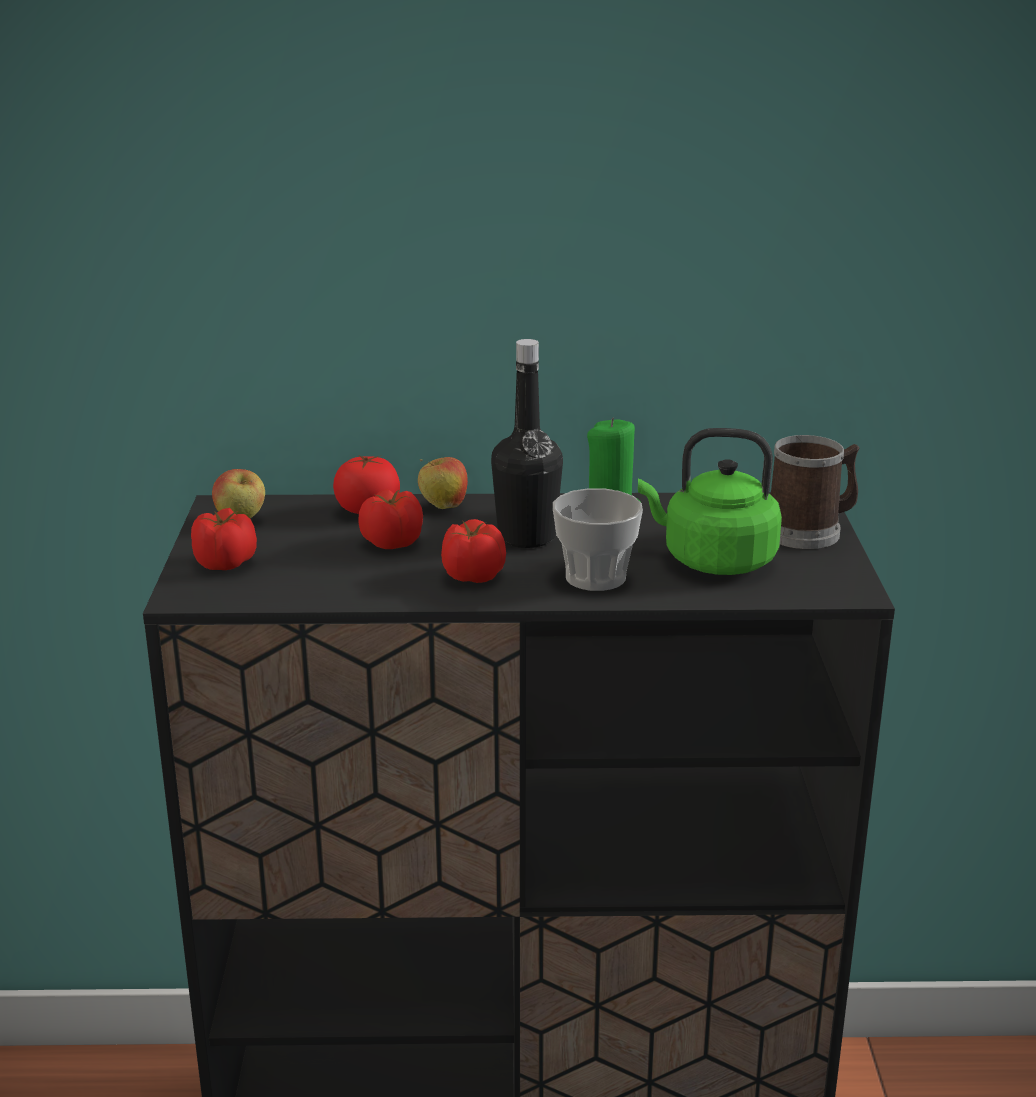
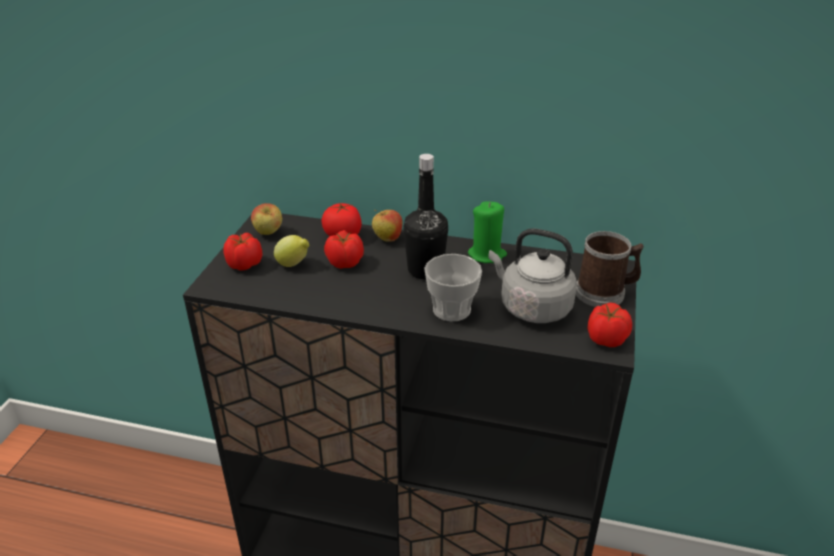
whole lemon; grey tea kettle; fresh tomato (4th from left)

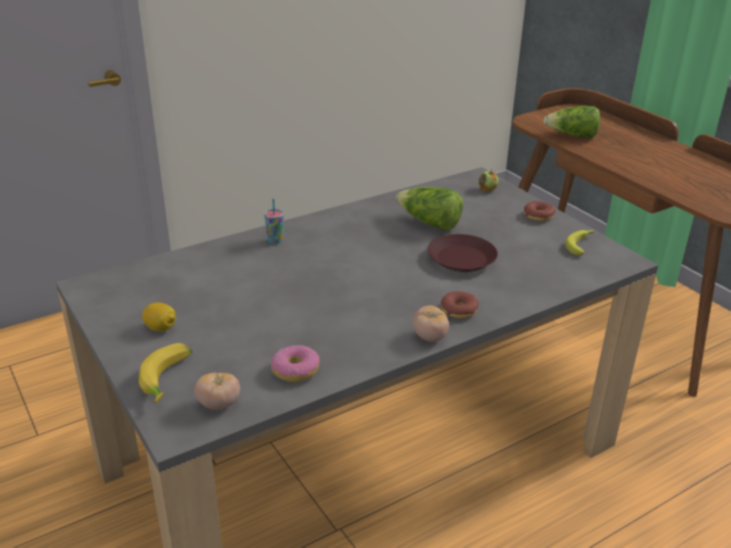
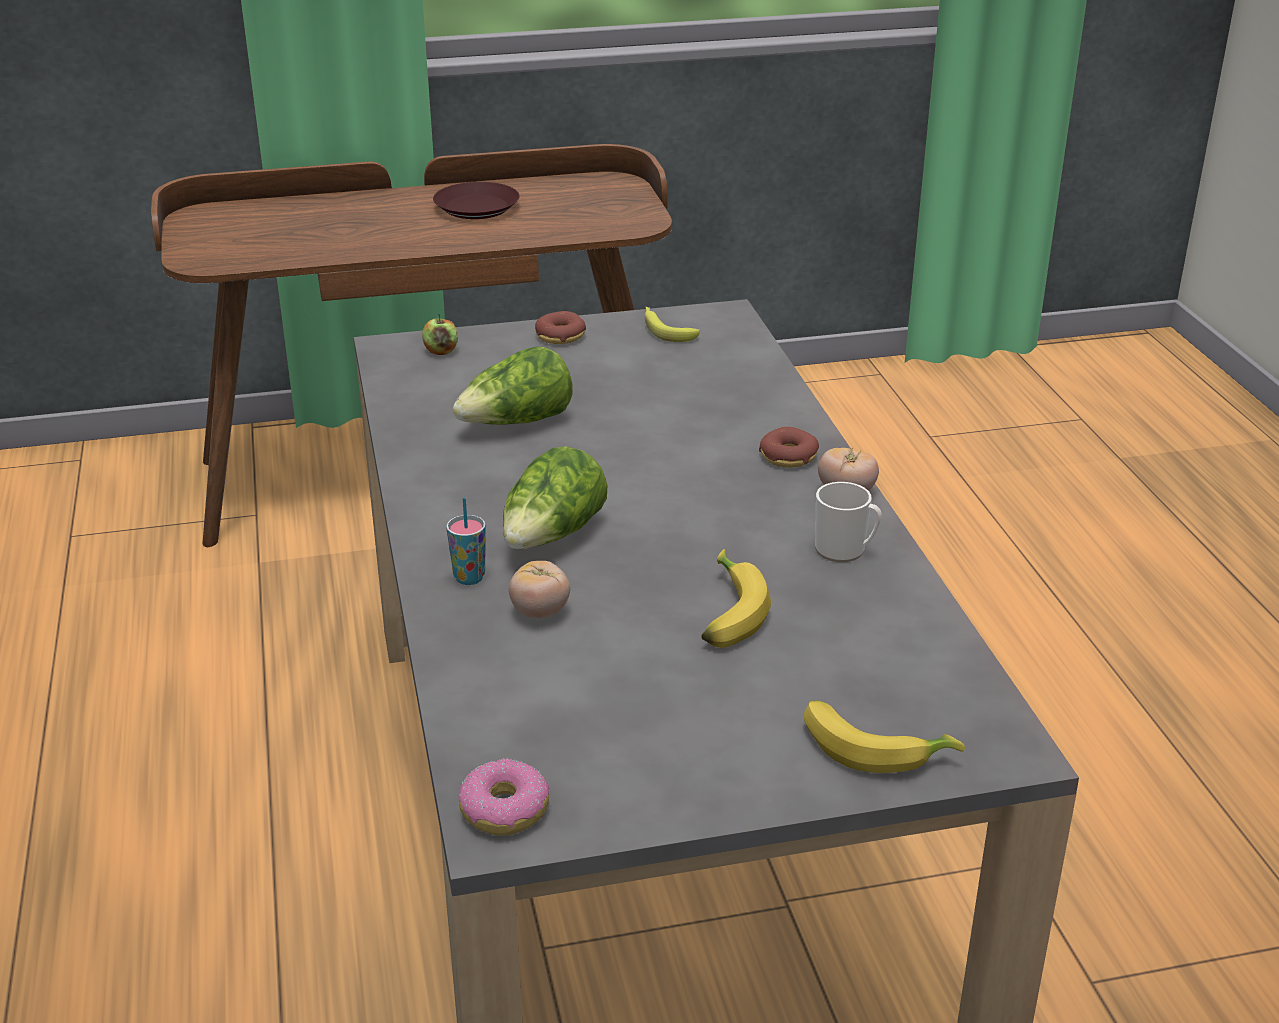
brown flat dish; ring doughnut (1st from left); head of lettuce (2nd from left); fresh tomato (1st from left); whole banana (2nd from left); coffee mug; whole lemon

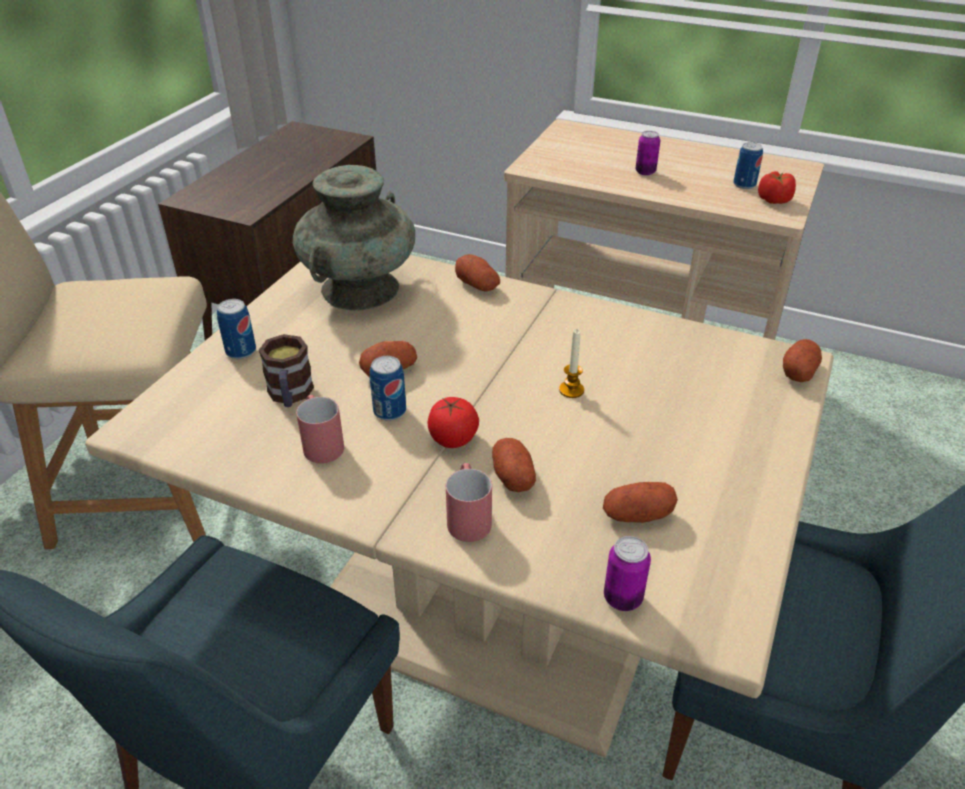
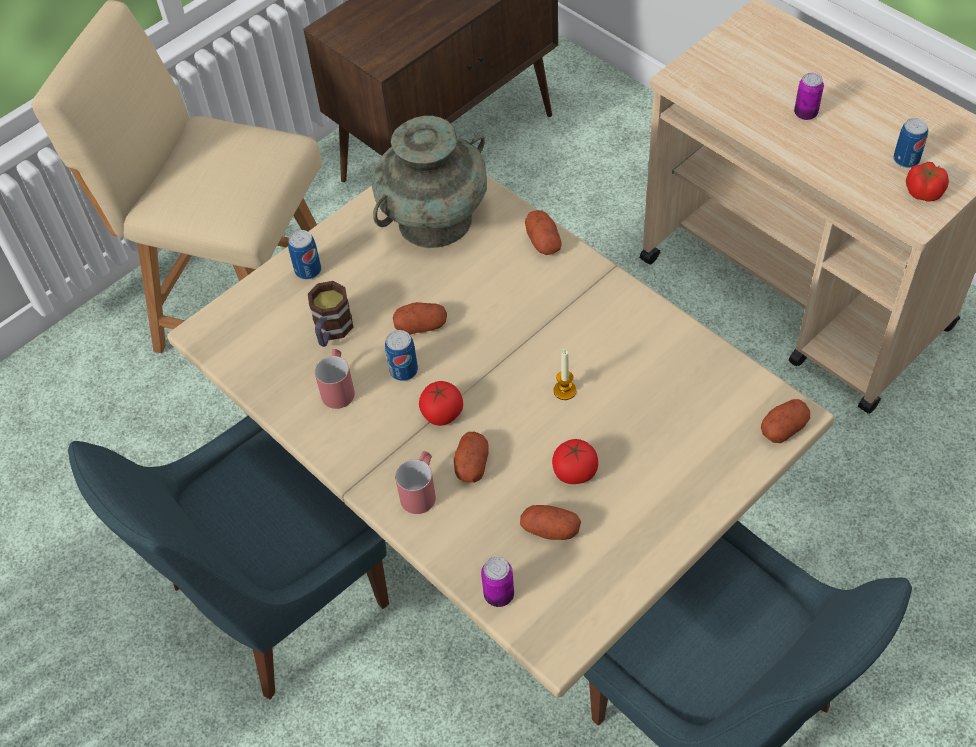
fresh tomato (2nd from left)

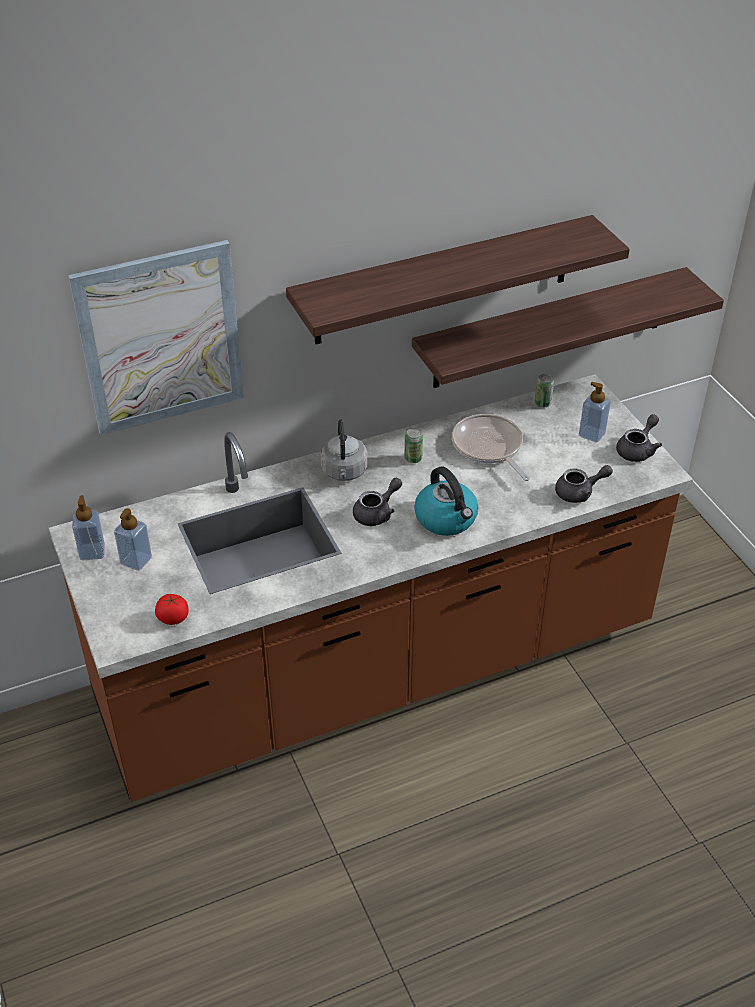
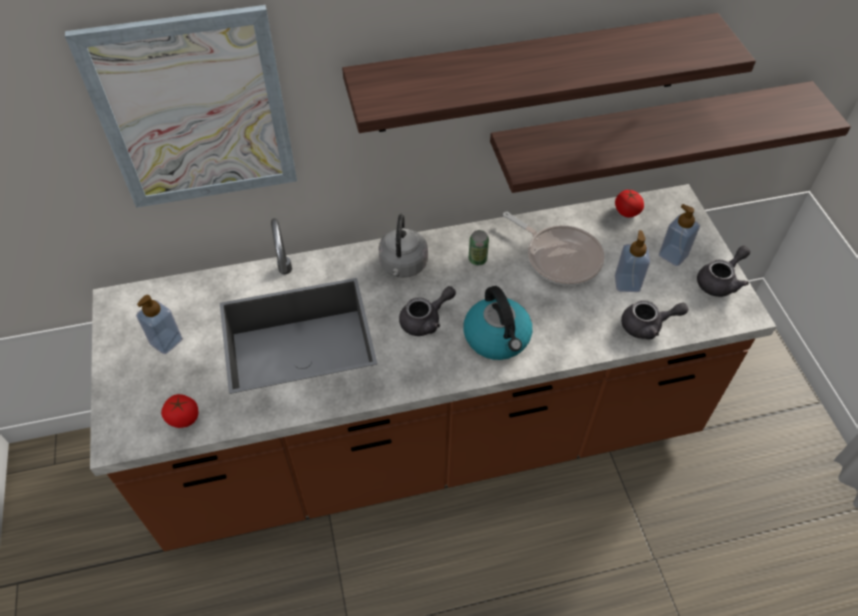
frying pan; fresh tomato (2nd from left); soap dispenser (2nd from left)

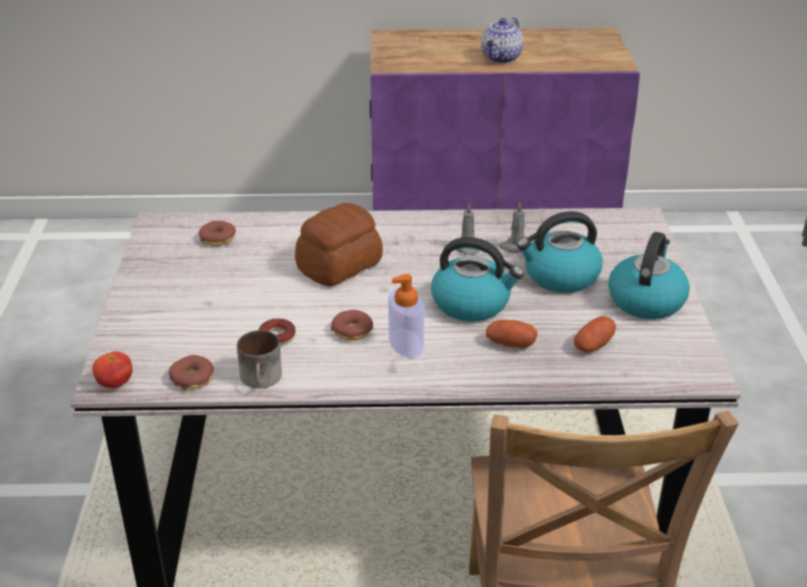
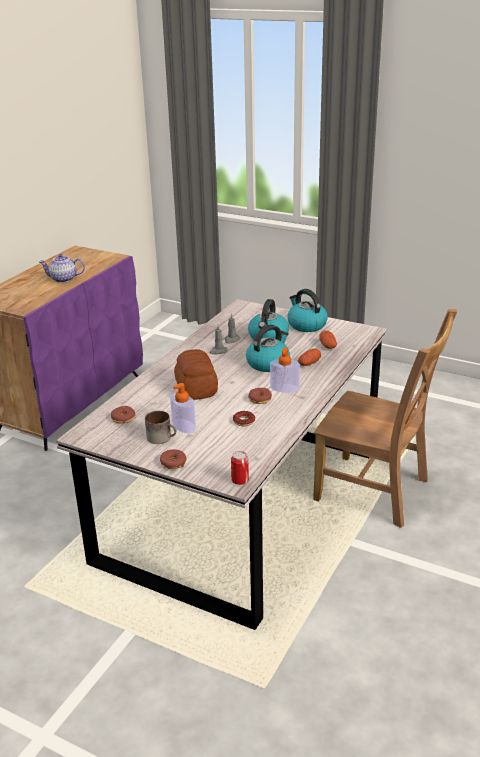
tea pot; coffee mug; ring doughnut (2nd from left); soap dispenser (1st from left); can

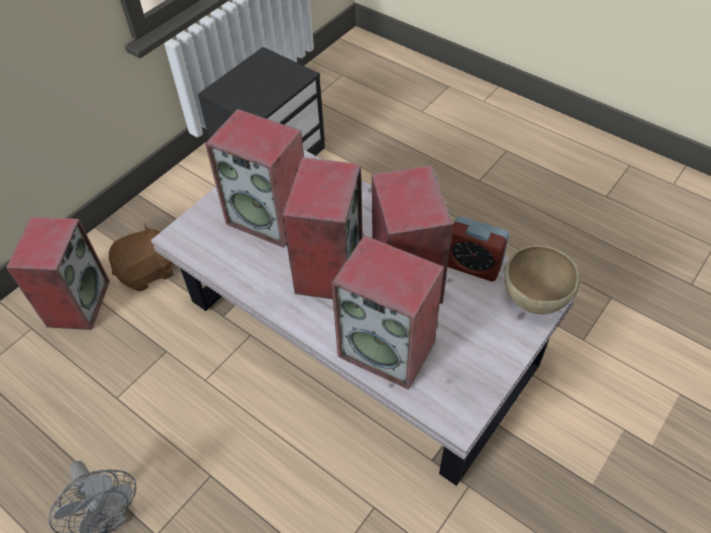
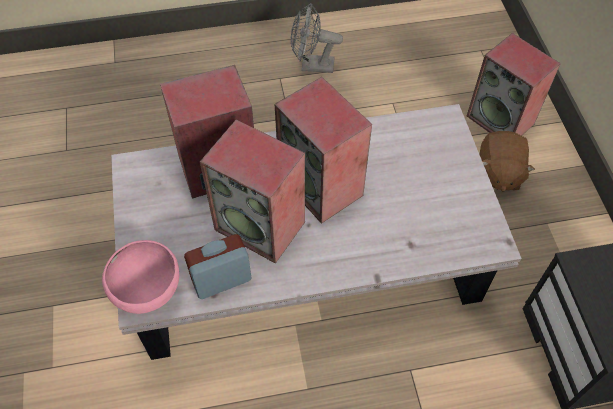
pink bowl; loudspeaker (2nd from left in the first image)

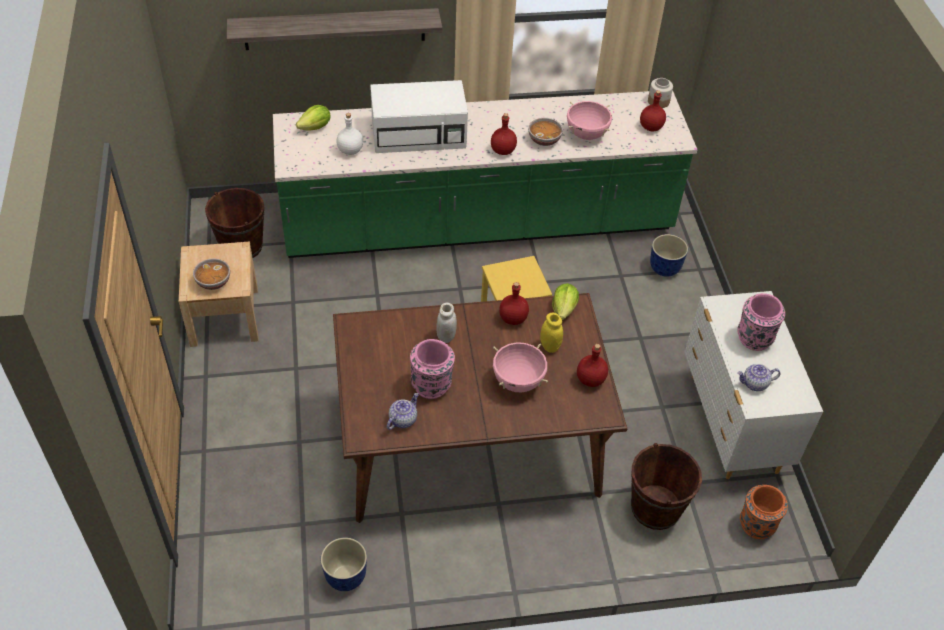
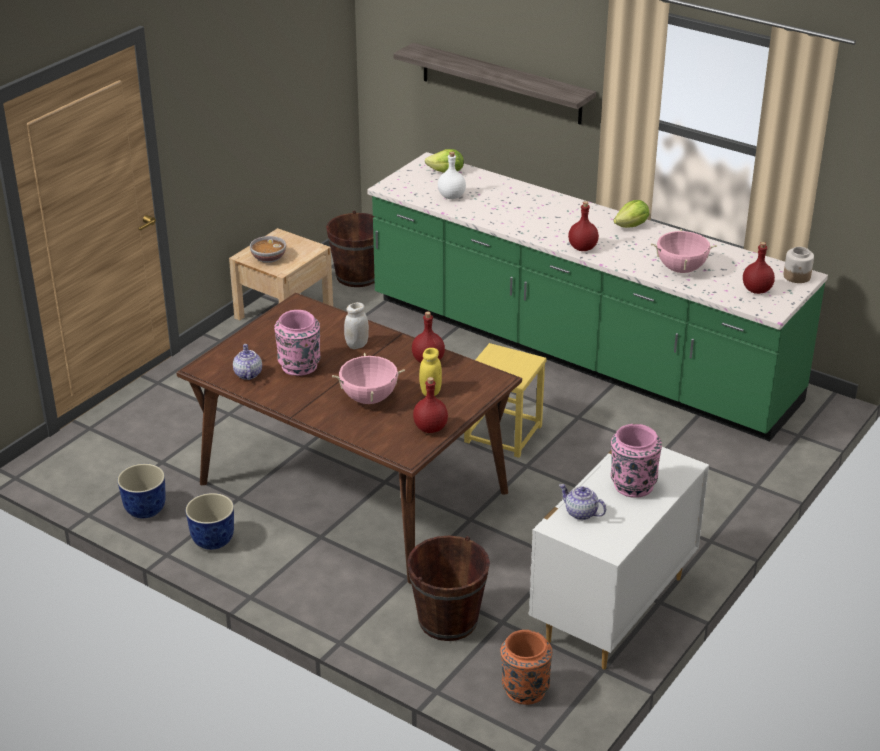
planter (2nd from left); tea pot (1st from left); head of lettuce (2nd from left); whitish kitchen microwave; bowl (2nd from left in the first image)

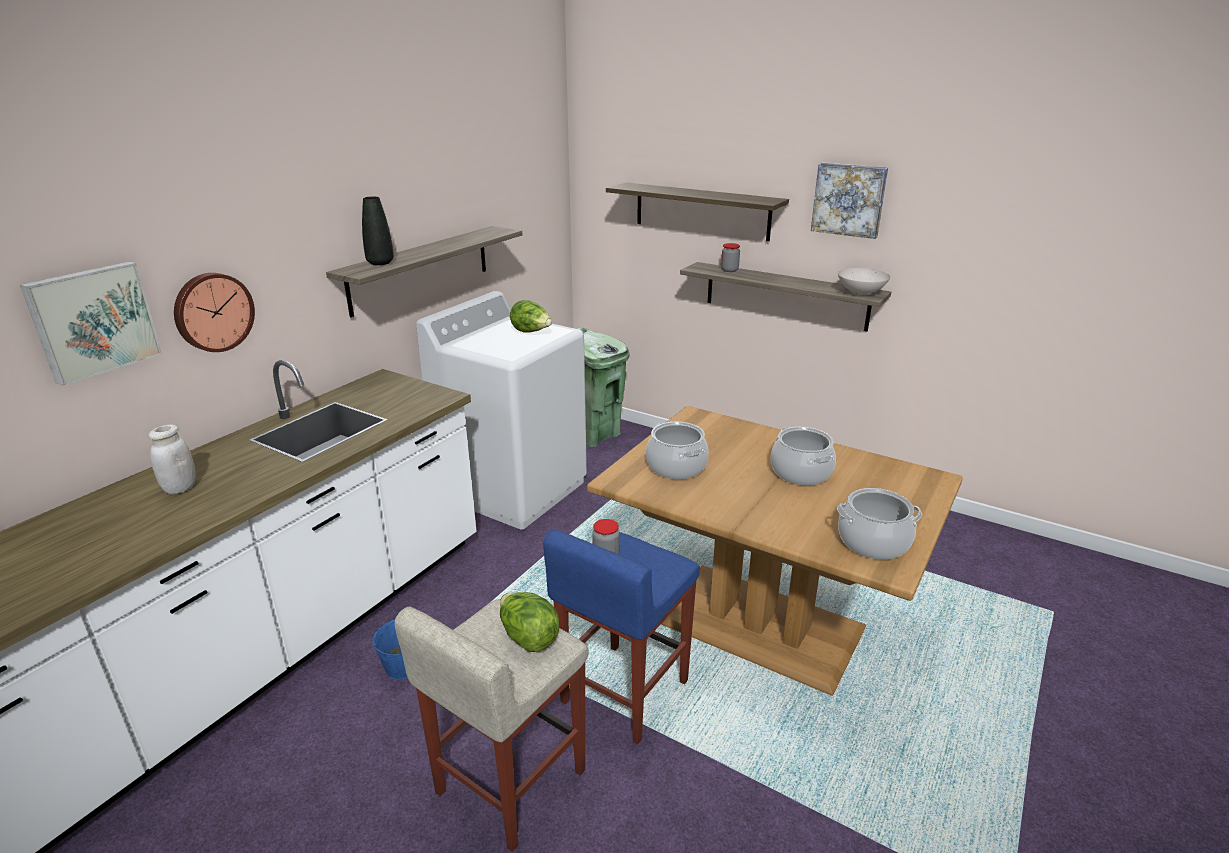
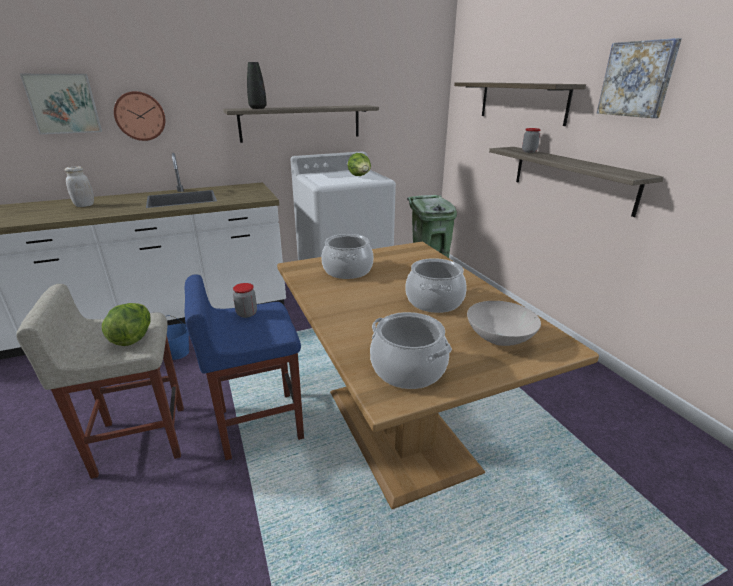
whitish bowl

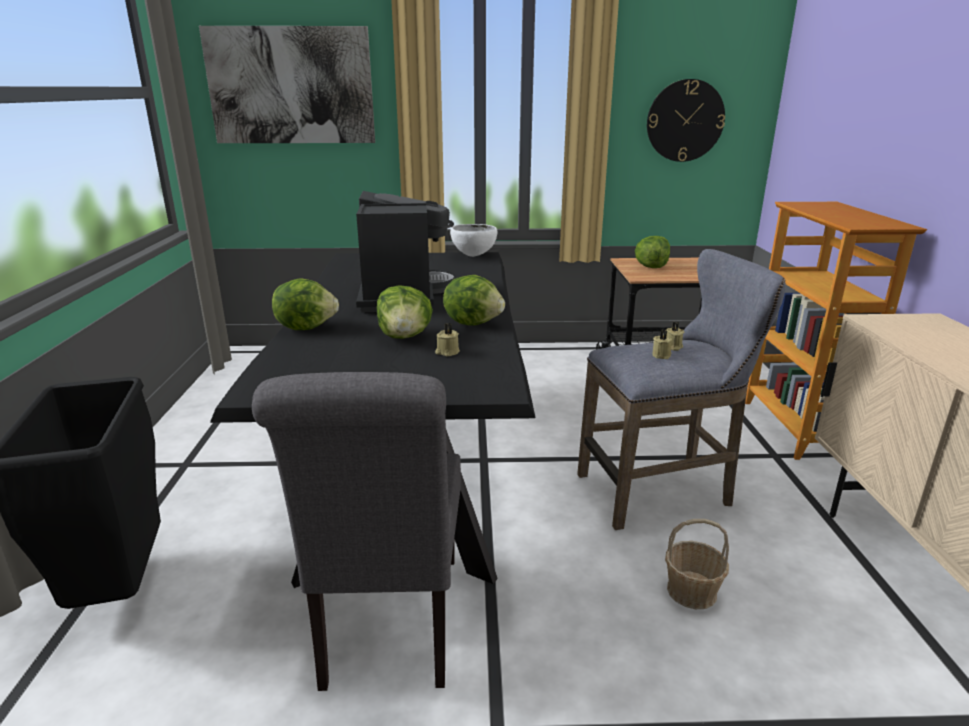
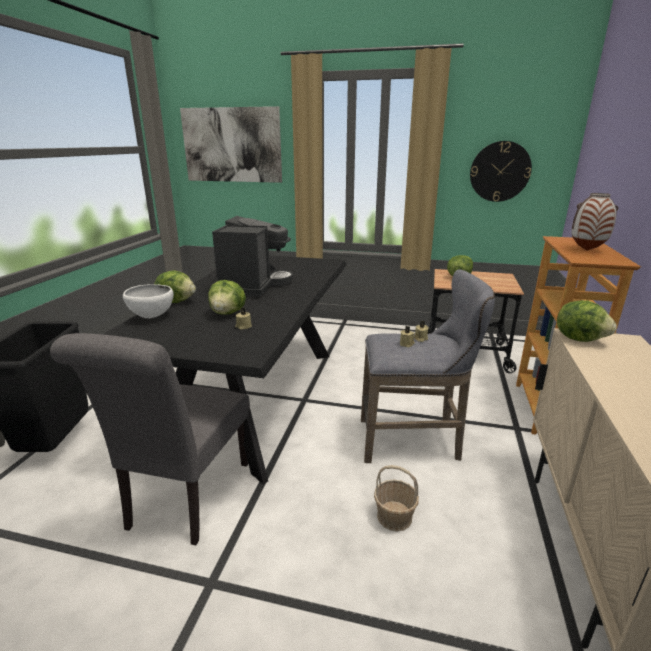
whitish bowl; head of lettuce (4th from left); flower vase

